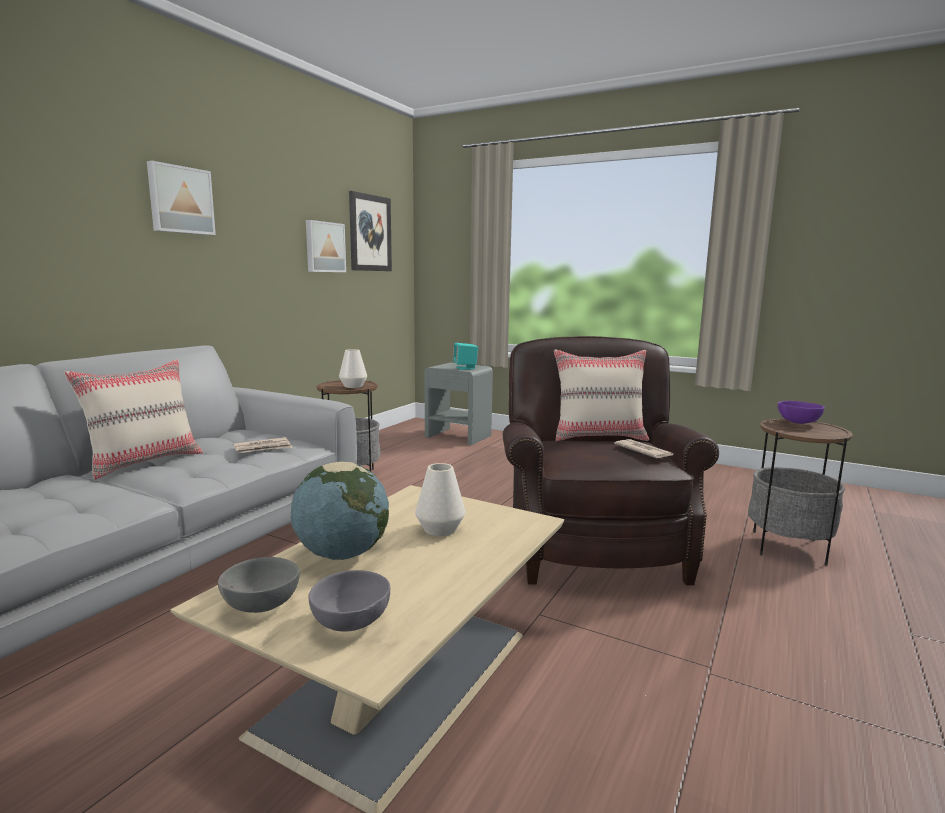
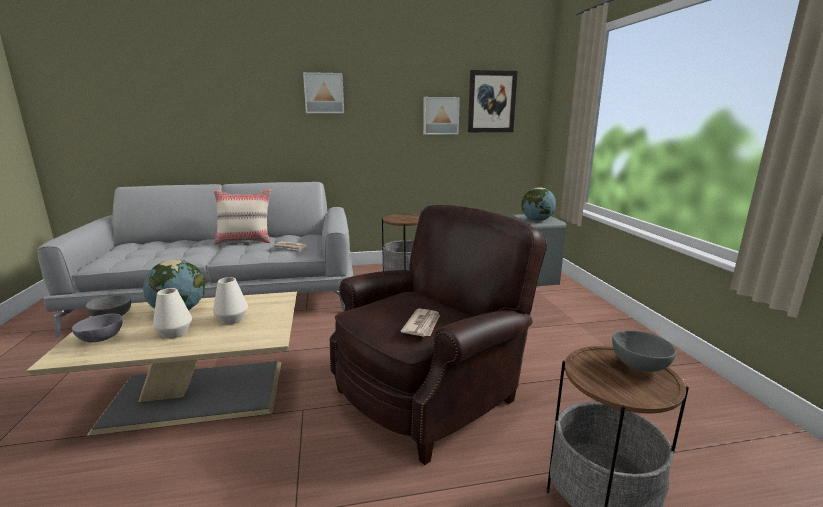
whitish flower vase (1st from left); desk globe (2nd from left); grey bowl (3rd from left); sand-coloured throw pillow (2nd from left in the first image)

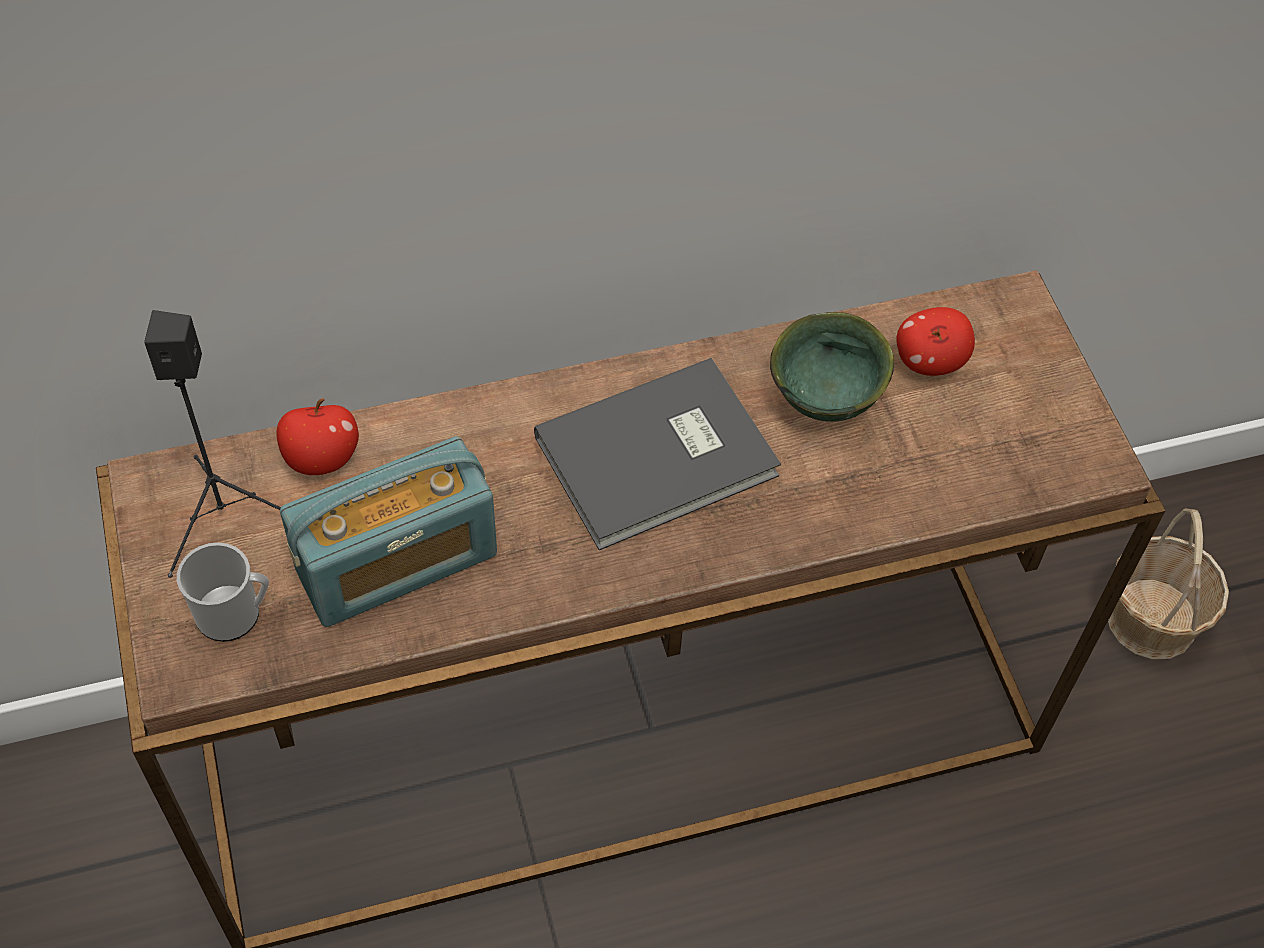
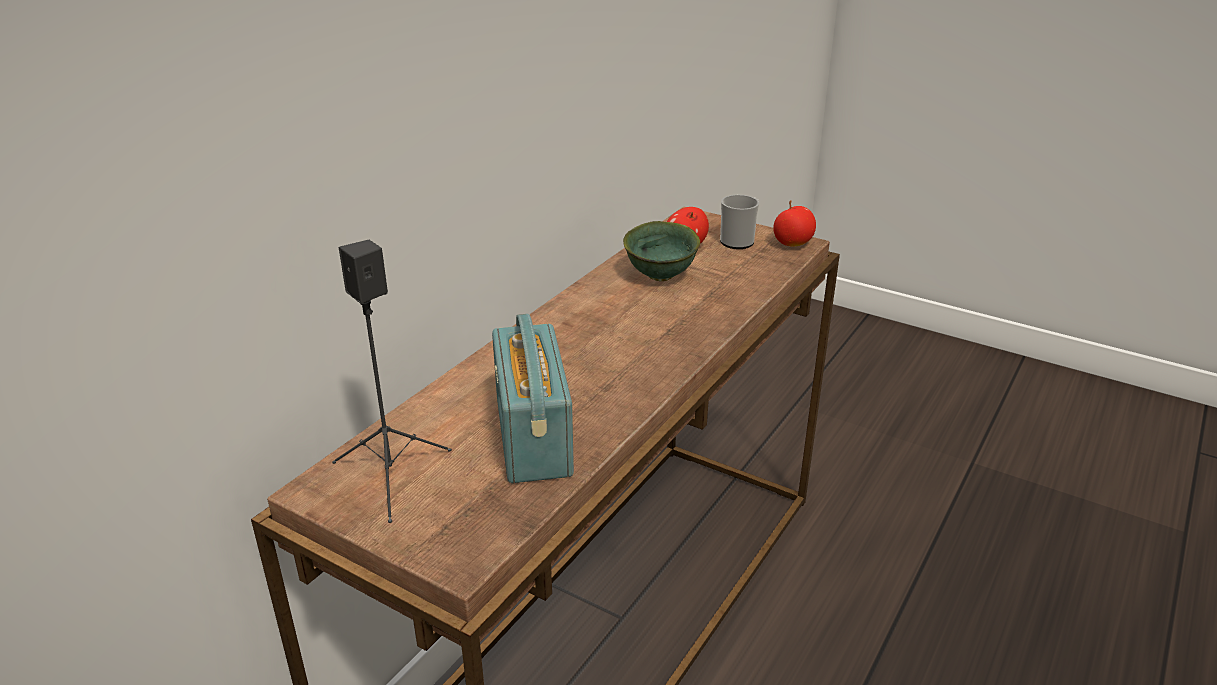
radio receiver; coffee mug; whole apple (2nd from left); grey volume; household basket

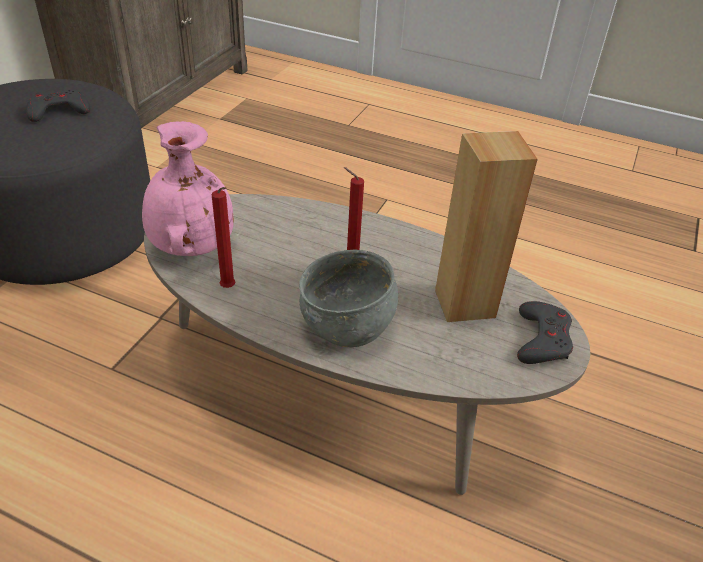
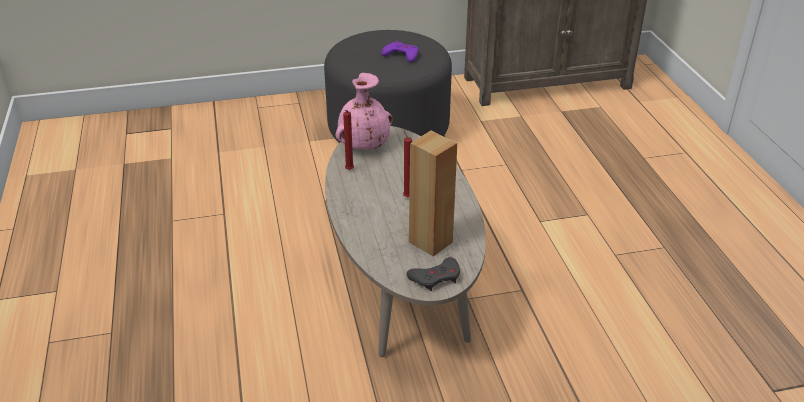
purple joypad; grey bowl

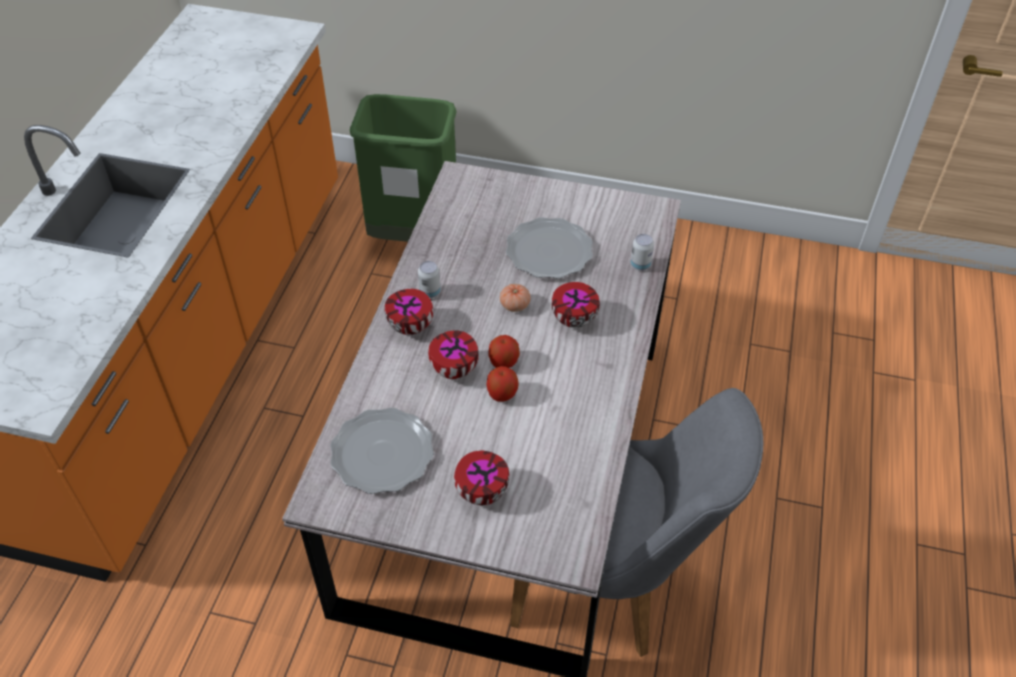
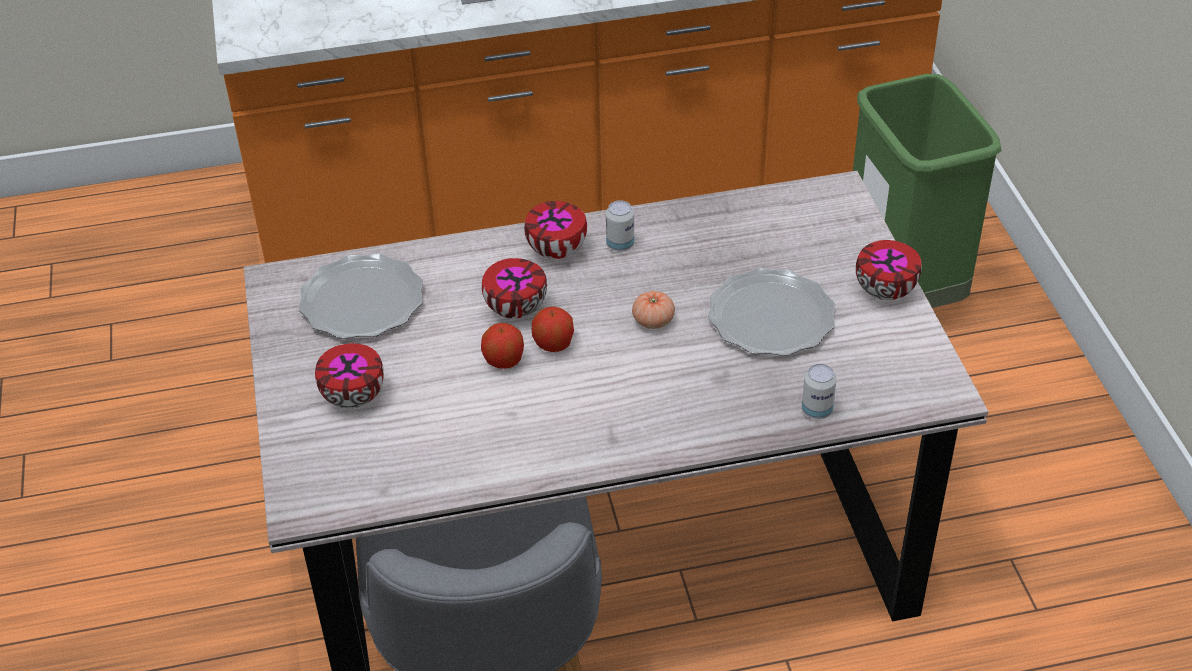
bowl (4th from left)

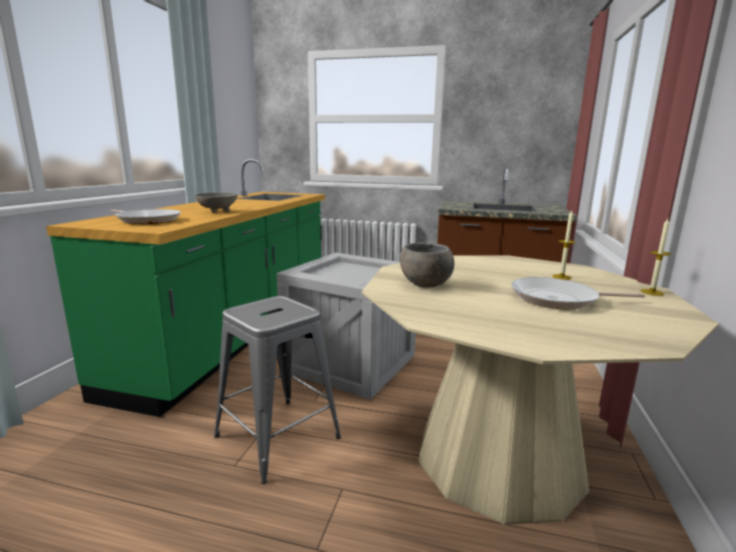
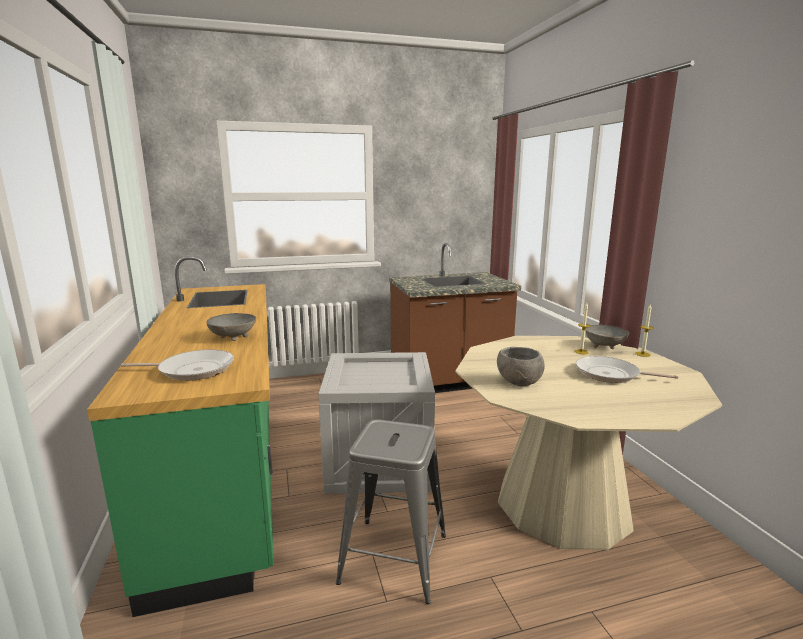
frying pan (2nd from left); grey bowl (3rd from left)

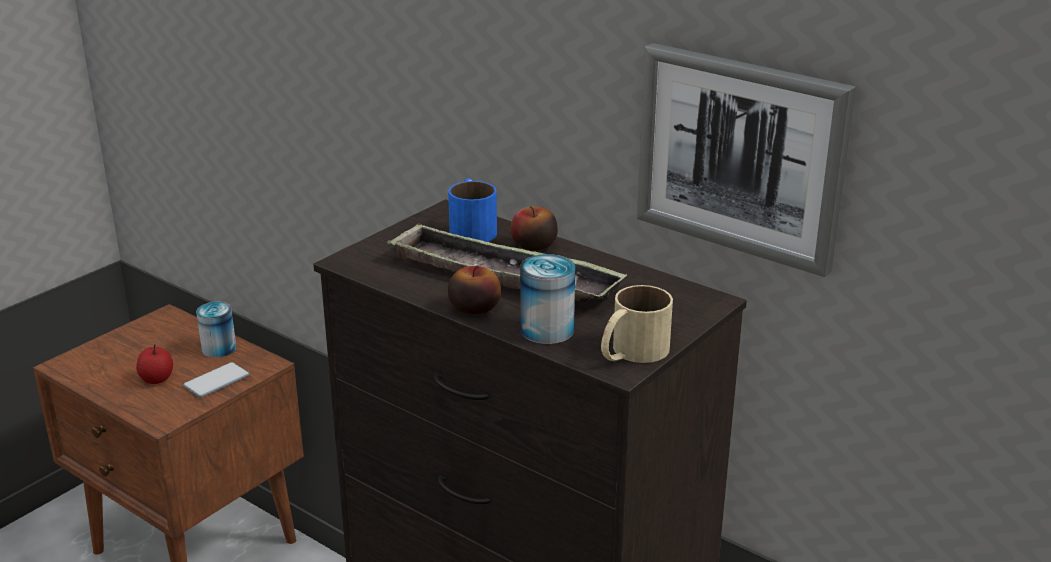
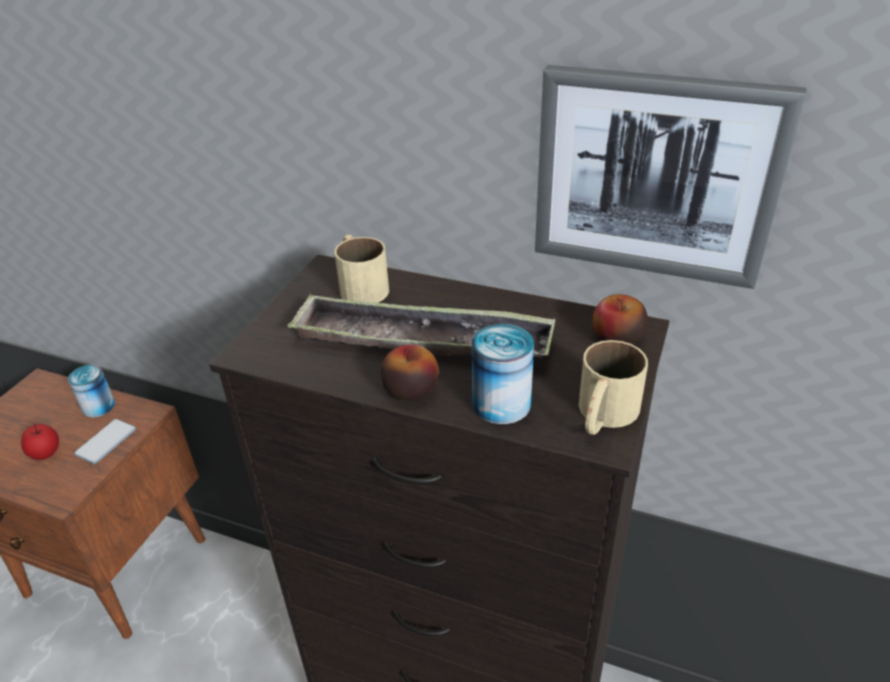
sand-coloured coffee mug (1st from left); whole apple (3rd from left)

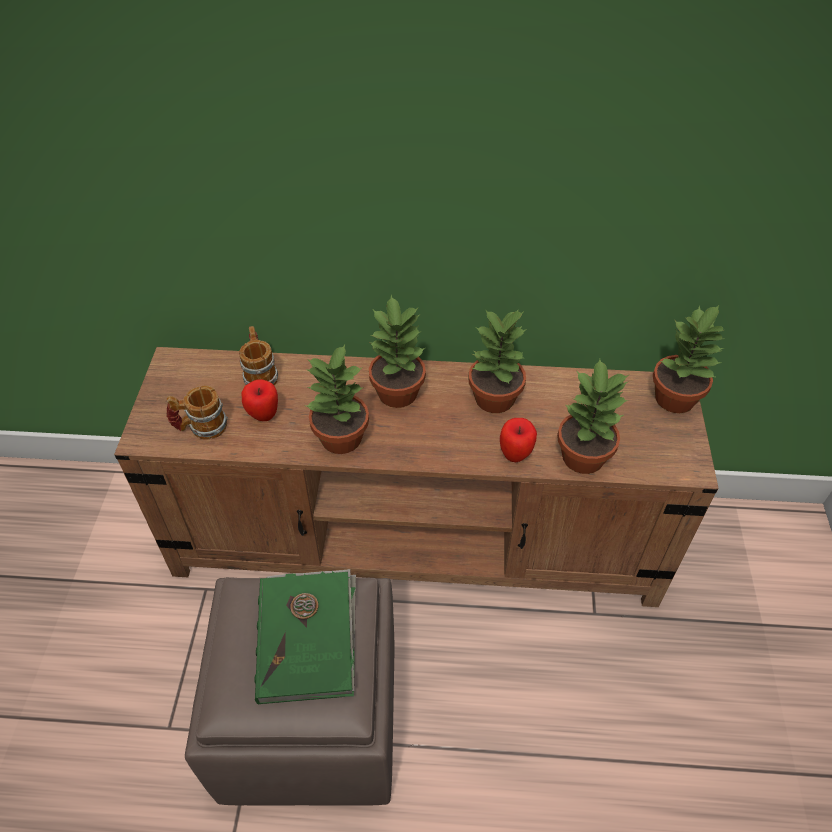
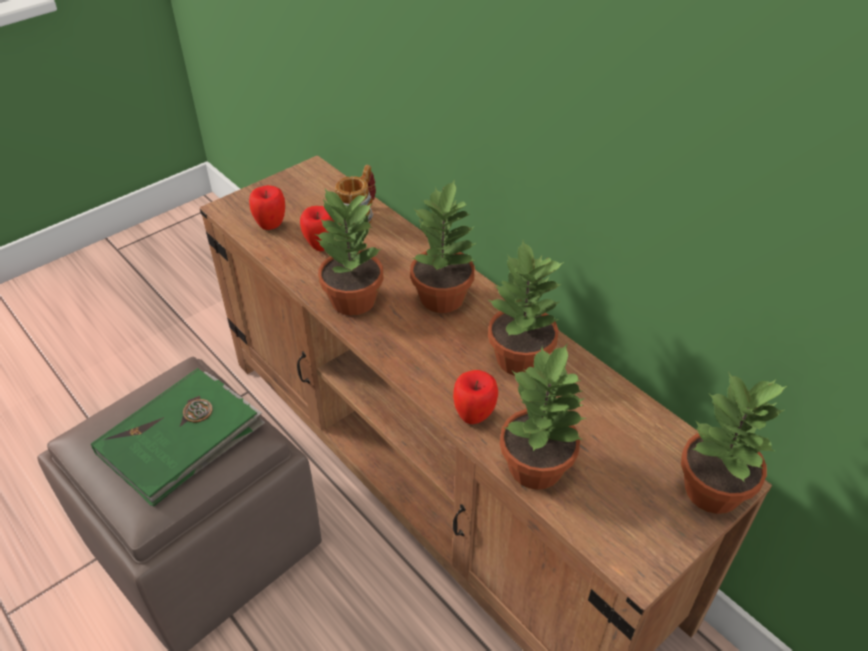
whole apple (1st from left)

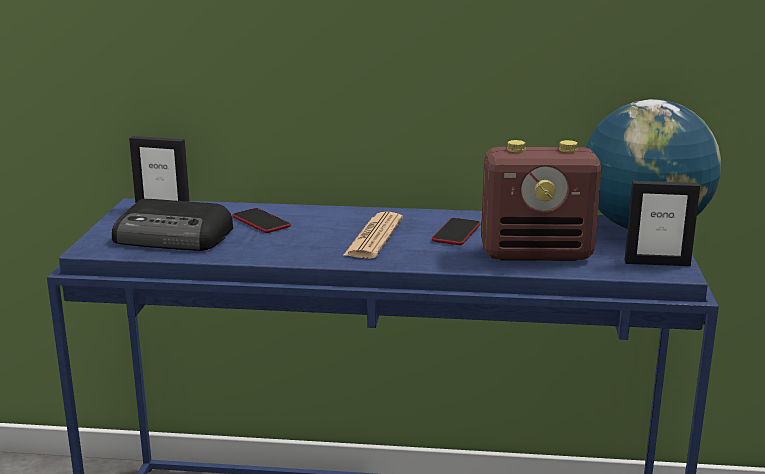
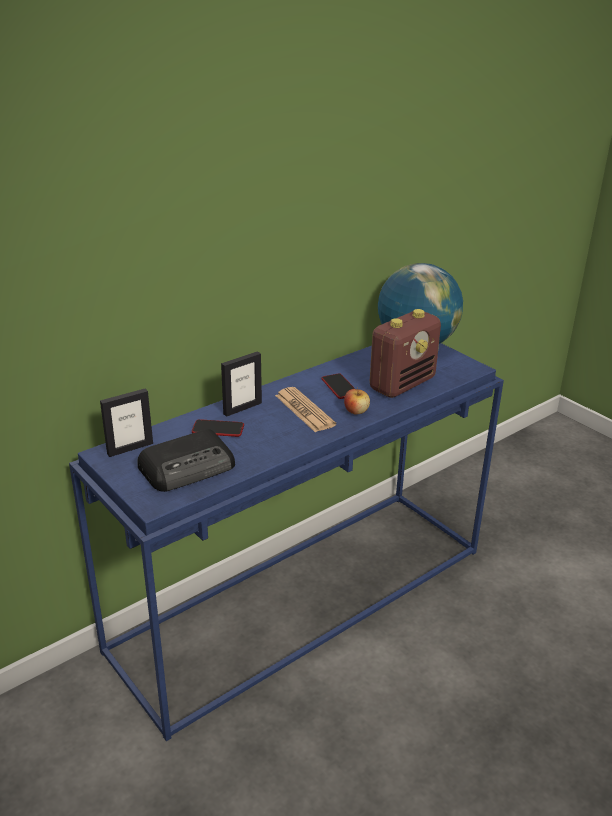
standing frame (2nd from left); whole apple

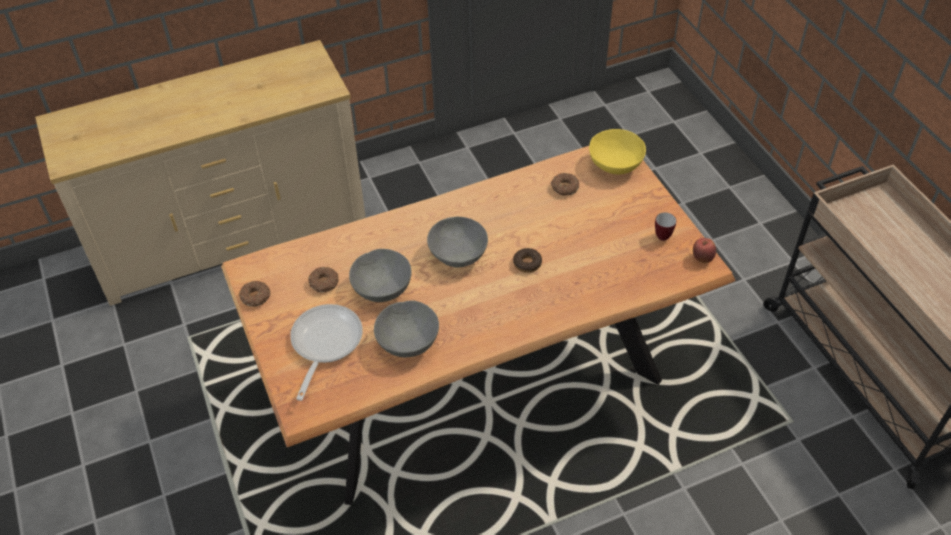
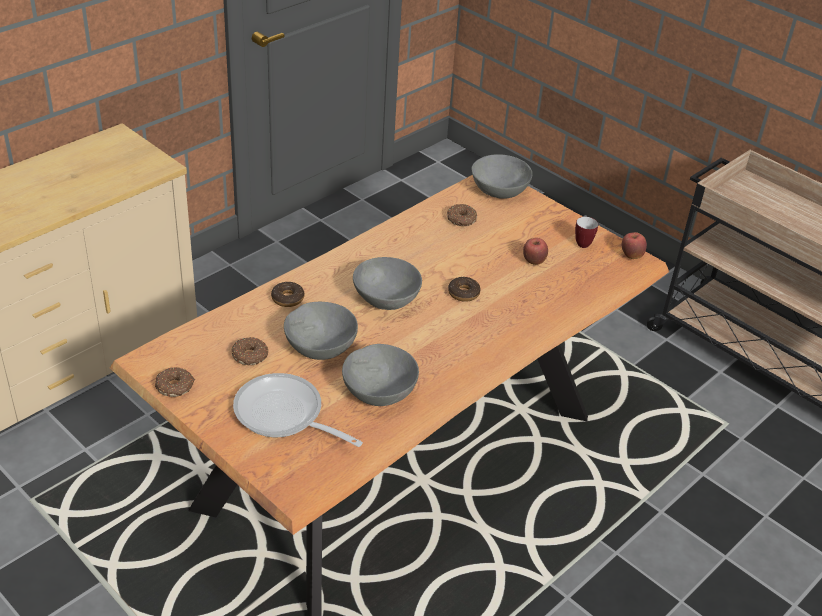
frying pan; ring doughnut (3rd from left); grey bowl (4th from left); whole apple (1st from left)

